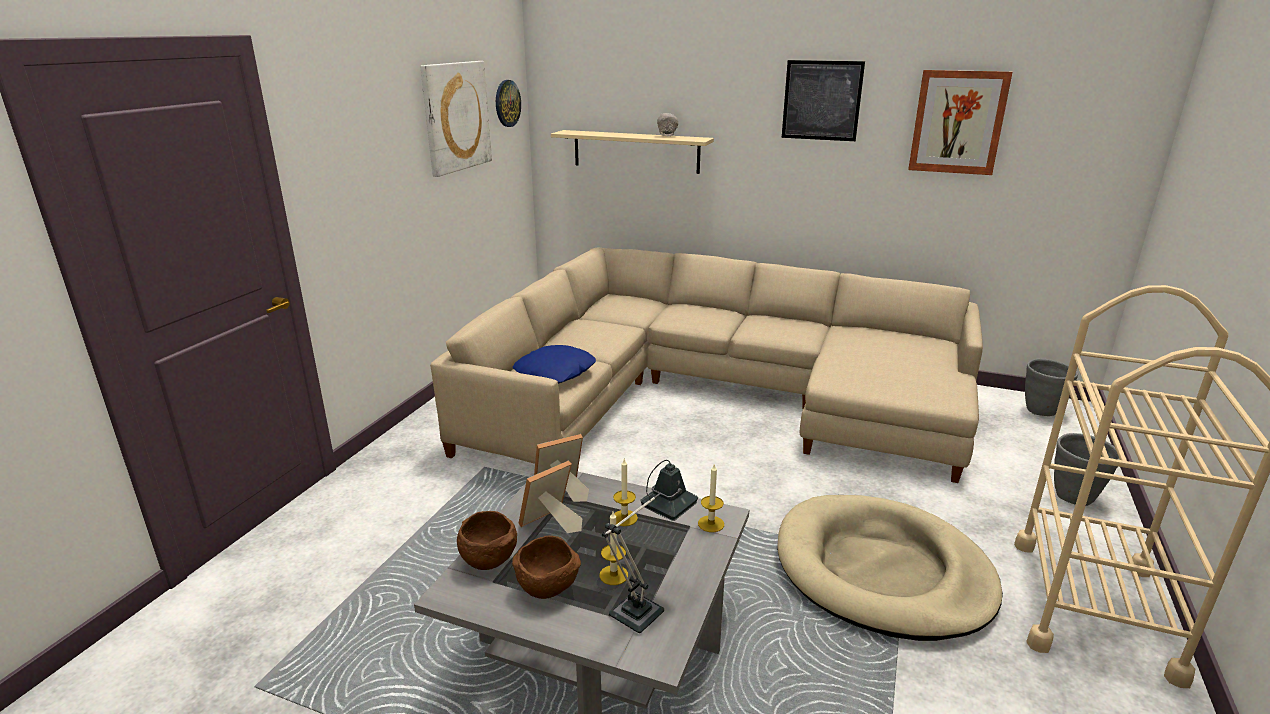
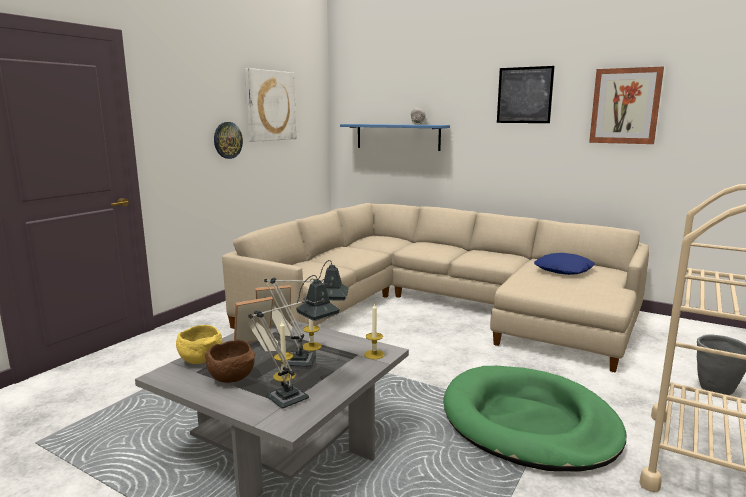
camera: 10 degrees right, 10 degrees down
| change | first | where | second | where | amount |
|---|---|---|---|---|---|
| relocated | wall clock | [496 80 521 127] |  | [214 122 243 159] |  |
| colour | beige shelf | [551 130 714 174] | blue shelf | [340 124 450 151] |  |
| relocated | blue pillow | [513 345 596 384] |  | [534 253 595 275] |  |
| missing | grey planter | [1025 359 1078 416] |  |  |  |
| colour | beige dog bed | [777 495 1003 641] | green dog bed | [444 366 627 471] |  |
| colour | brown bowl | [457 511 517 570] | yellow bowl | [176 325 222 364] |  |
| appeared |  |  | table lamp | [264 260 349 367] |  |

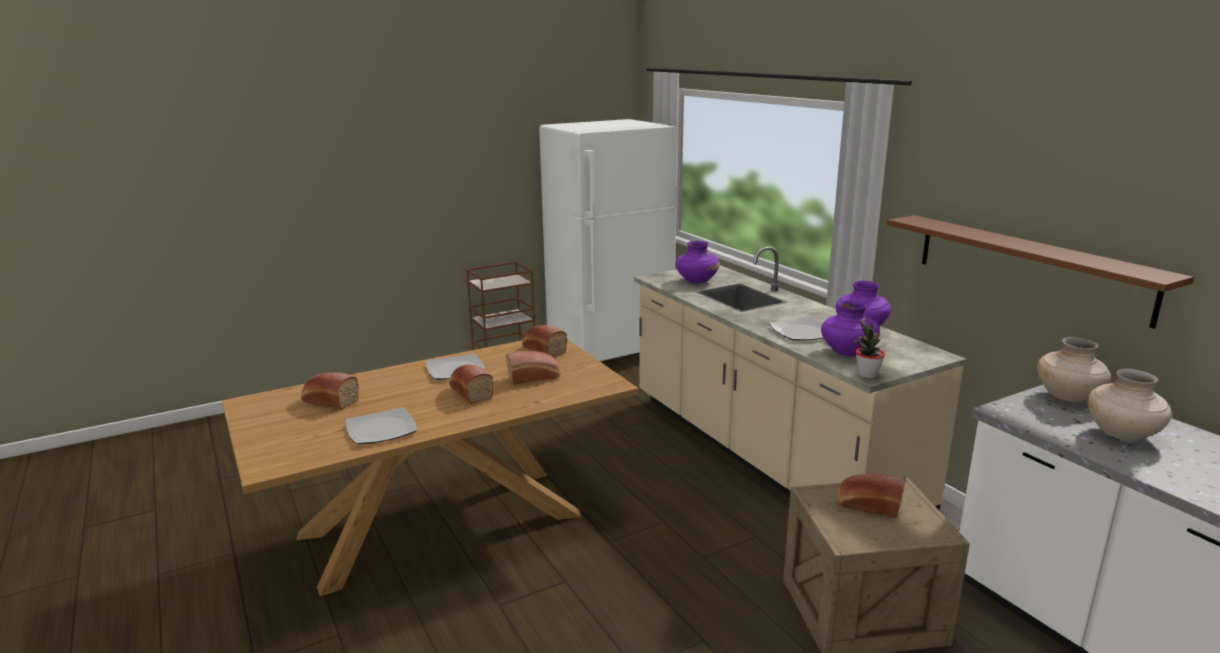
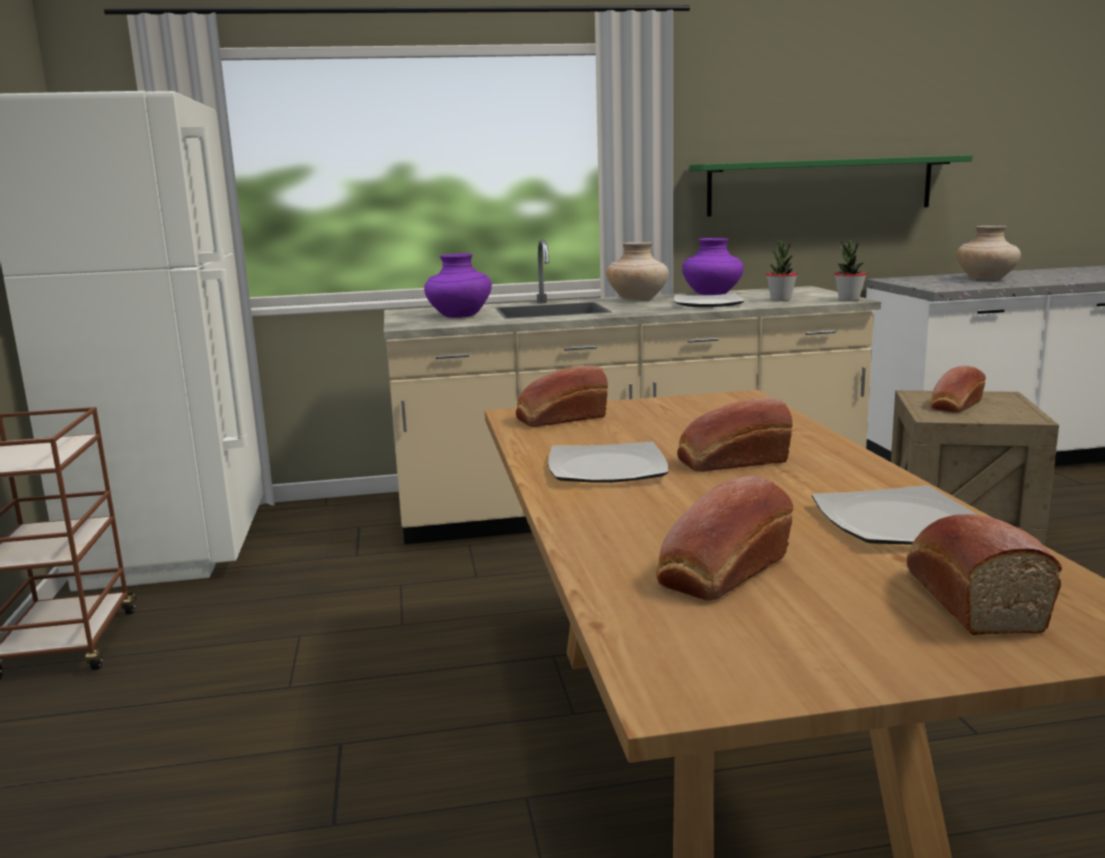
camera: 70 degrees left, 5 degrees down
| change | first | where | second | where | amount |
|---|---|---|---|---|---|
| colour | brown shelf | [887 215 1194 329] | green shelf | [689 155 973 217] |  |
| exchanged | purple vase | [821 300 880 356] | potted plant | [766 241 797 301] |  |
| relocated | beige vase | [1037 337 1111 402] |  | [606 242 669 300] |  |
| relocated | bread | [506 351 560 385] |  | [907 514 1062 635] |  |

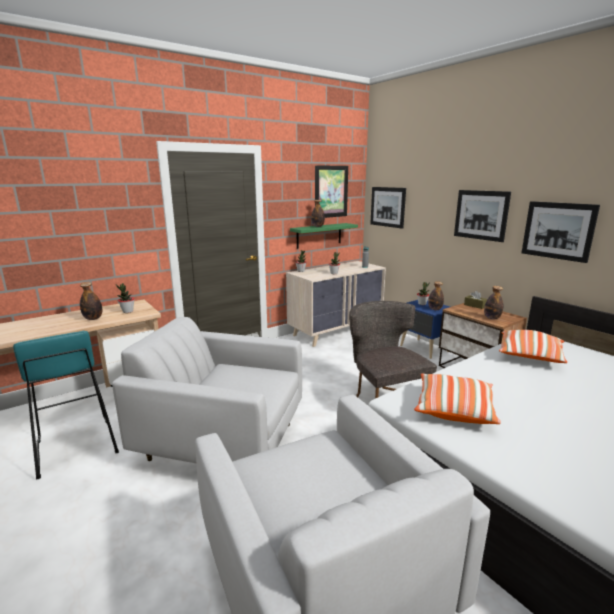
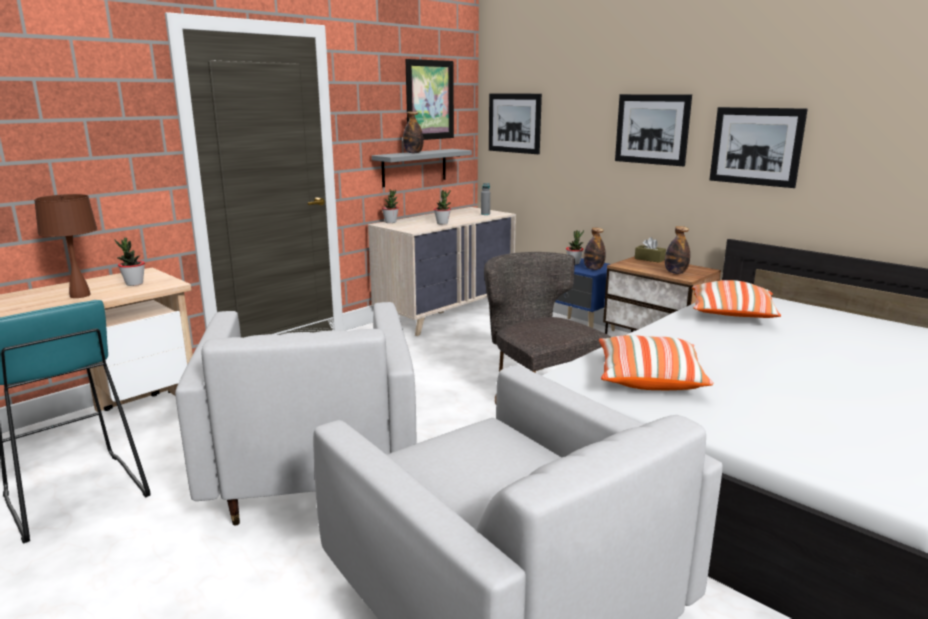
camera: 10 degrees left, 0 degrees up
| change | first | where | second | where | amount |
|---|---|---|---|---|---|
| colour | green shelf | [290 223 358 249] | grey shelf | [372 149 472 187] |  |
| exchanged | bottle | [80 282 102 320] | brown table lamp | [34 194 97 298] |  |
| spun | white armchair | [112 317 302 464] |  | [175 302 417 526] | 105 degrees counterclockwise |

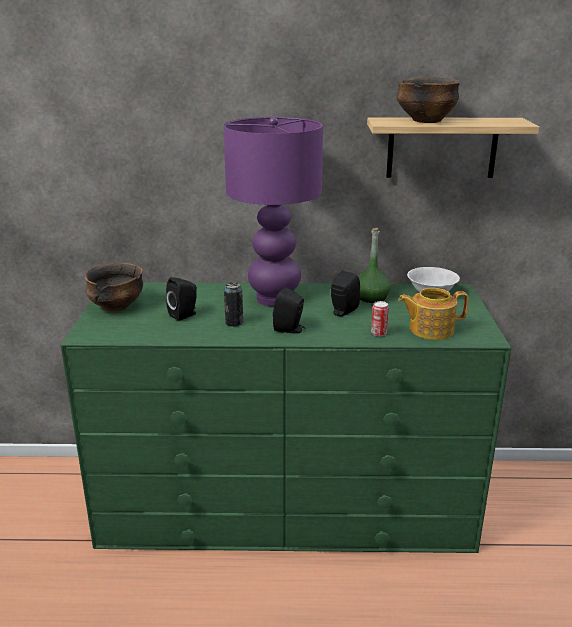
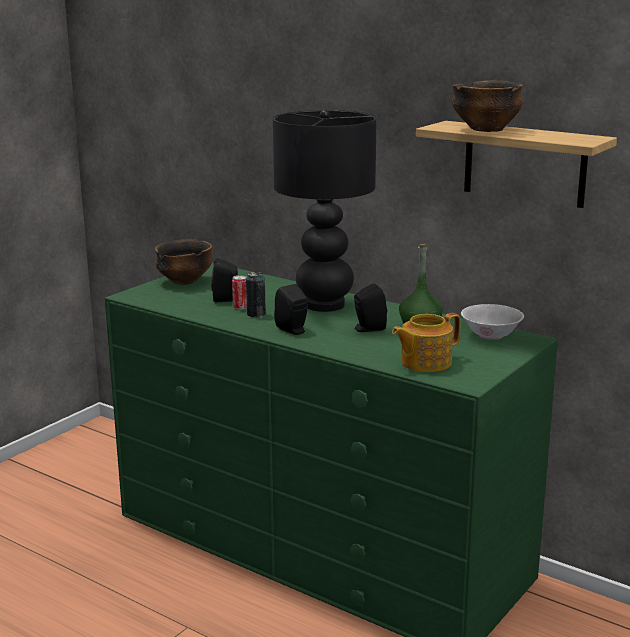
camera: 35 degrees right, 5 degrees down
| change | first | where | second | where | amount |
|---|---|---|---|---|---|
| colour | purple table lamp | [223 117 323 306] | black table lamp | [273 110 377 312] |  |
| spun | teapot | [398 288 468 340] |  | [392 313 461 372] | 60 degrees counterclockwise |
| relocated | can | [371 301 389 336] |  | [232 275 247 310] |  |

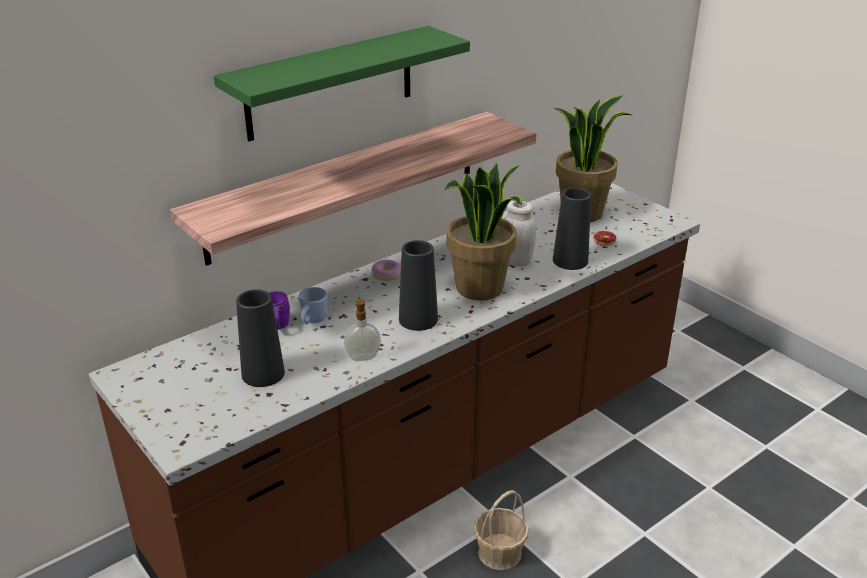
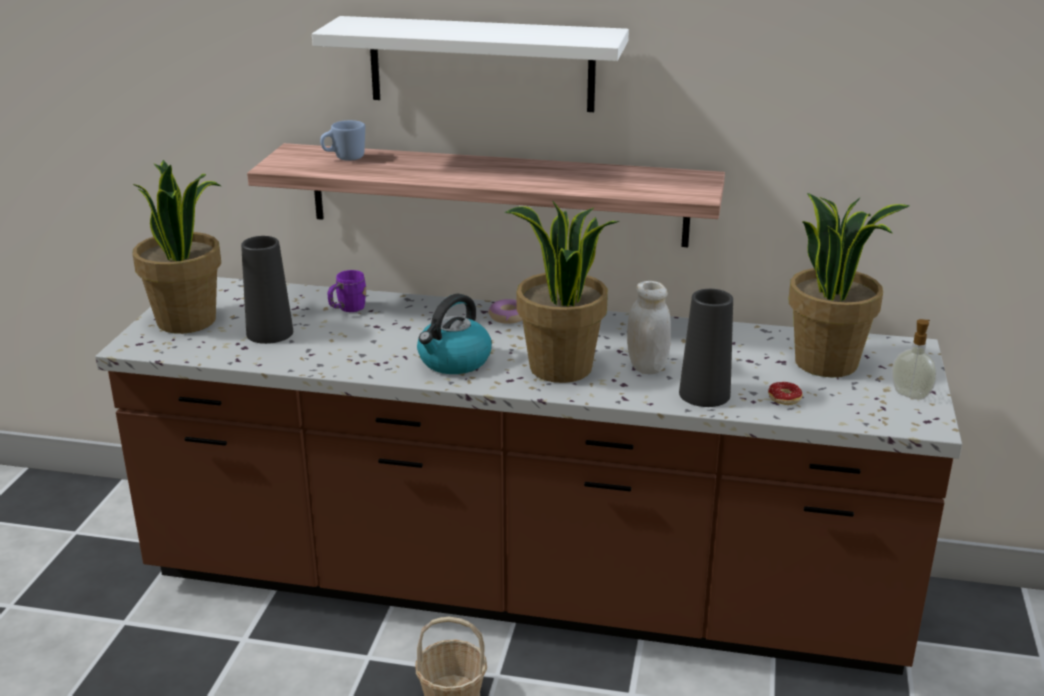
camera: 50 degrees right, 5 degrees down
| change | first | where | second | where | amount |
|---|---|---|---|---|---|
| colour | green shelf | [214 26 470 141] | white shelf | [312 16 629 112] |  |
| exchanged | black vase | [399 240 438 331] | kettle | [417 294 492 374] |  |
| relocated | blue mug | [298 287 327 323] |  | [320 120 365 161] |  |
| relocated | soap dispenser | [344 297 381 361] |  | [892 319 937 400] |  |
| appeared |  |  | potted plant | [132 160 221 334] |  |

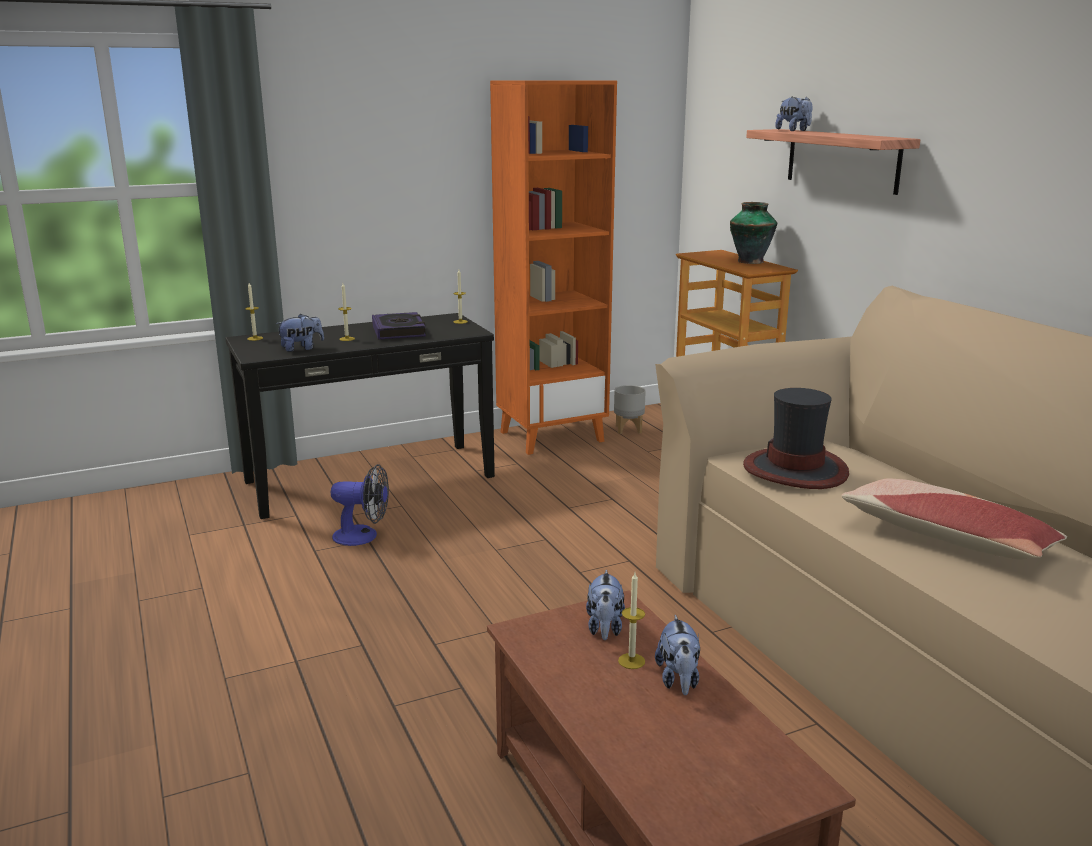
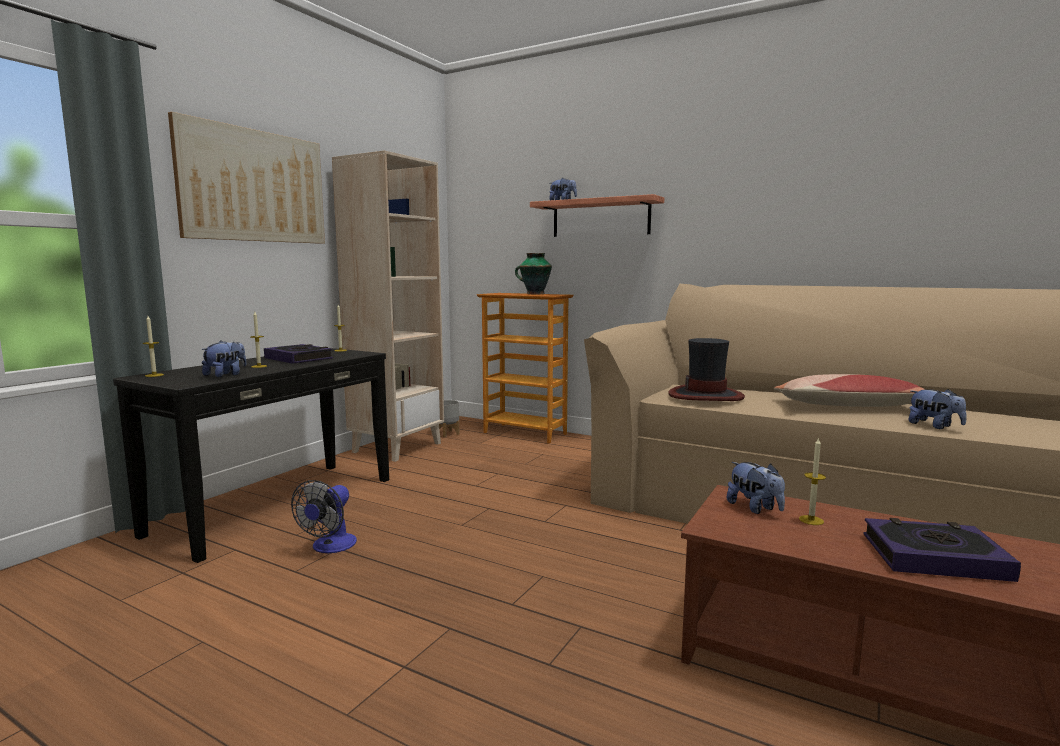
camera: 35 degrees left, 10 degrees down
| change | first | where | second | where | amount |
|---|---|---|---|---|---|
| colour | orange bookcase | [490 80 617 455] | beige bookcase | [332 150 444 462] |  |
| spun | fan | [330 464 389 546] |  | [291 480 357 553] | 135 degrees clockwise |
| relocated | plush toy | [655 615 700 695] |  | [908 389 967 429] |  |
| appeared |  |  | picture | [168 112 325 244] |  |
| appeared |  |  | book | [863 518 1021 582] |  |

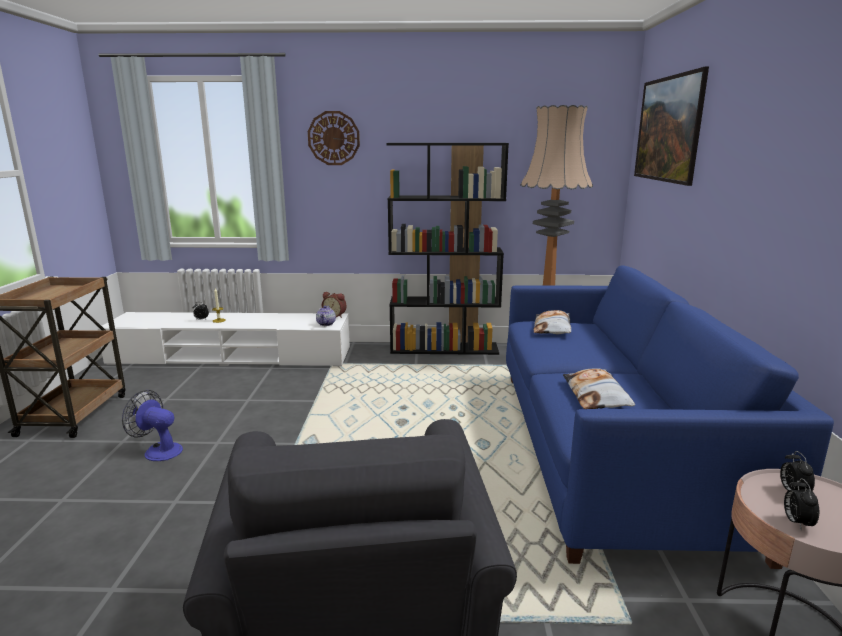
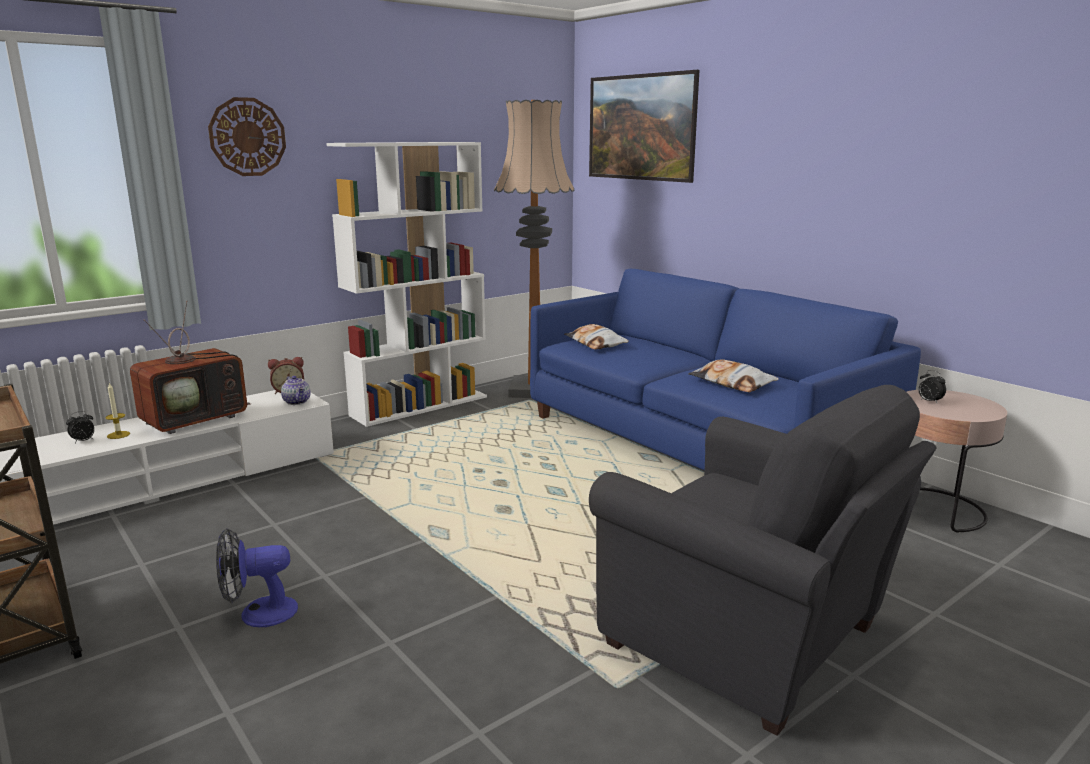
camera: 40 degrees left, 0 degrees up
| change | first | where | second | where | amount |
|---|---|---|---|---|---|
| colour | black bookcase | [387 143 509 355] | white bookcase | [326 142 487 427] |  |
| missing | alarm clock | [784 478 819 530] |  |  |  |
| appeared |  |  | television | [130 300 251 434] |  |

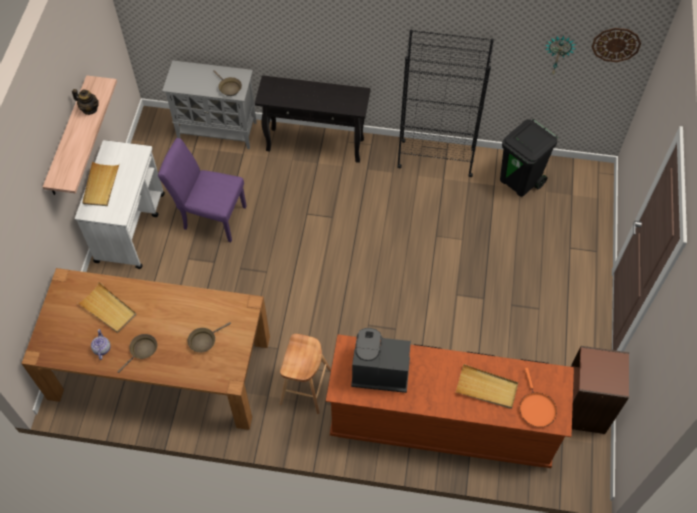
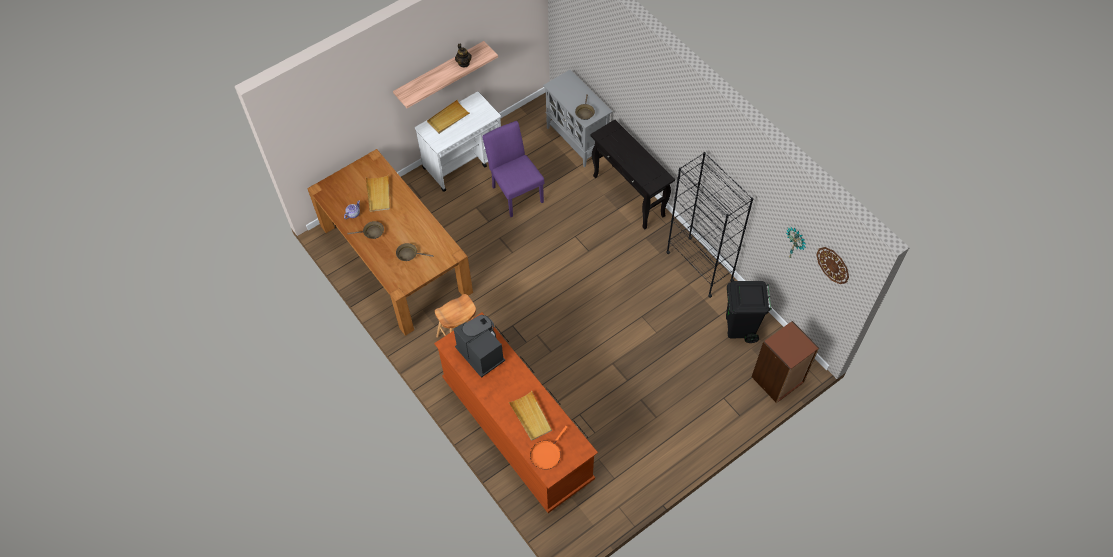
camera: 45 degrees right, 0 degrees up
| change | first | where | second | where | amount |
|---|---|---|---|---|---|
| relocated | brown bookcase | [571 346 629 434] |  | [752 321 819 403] |  |

